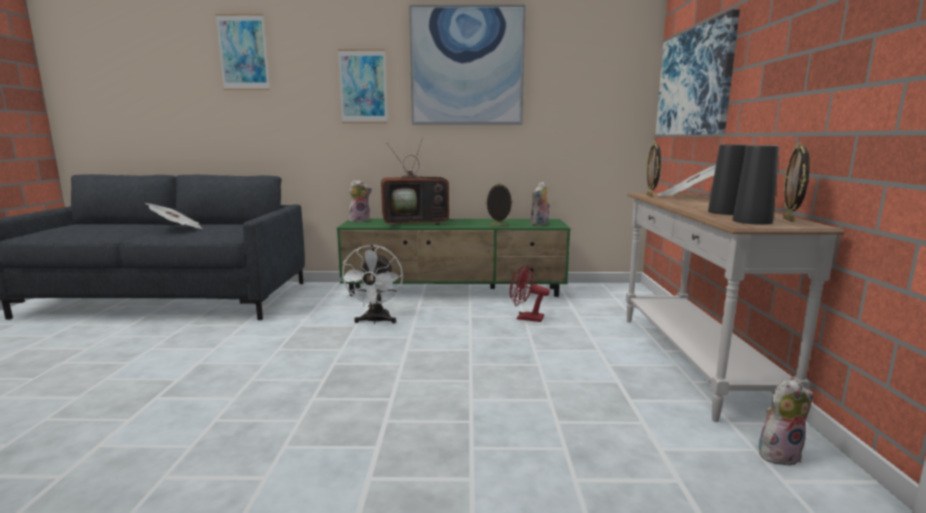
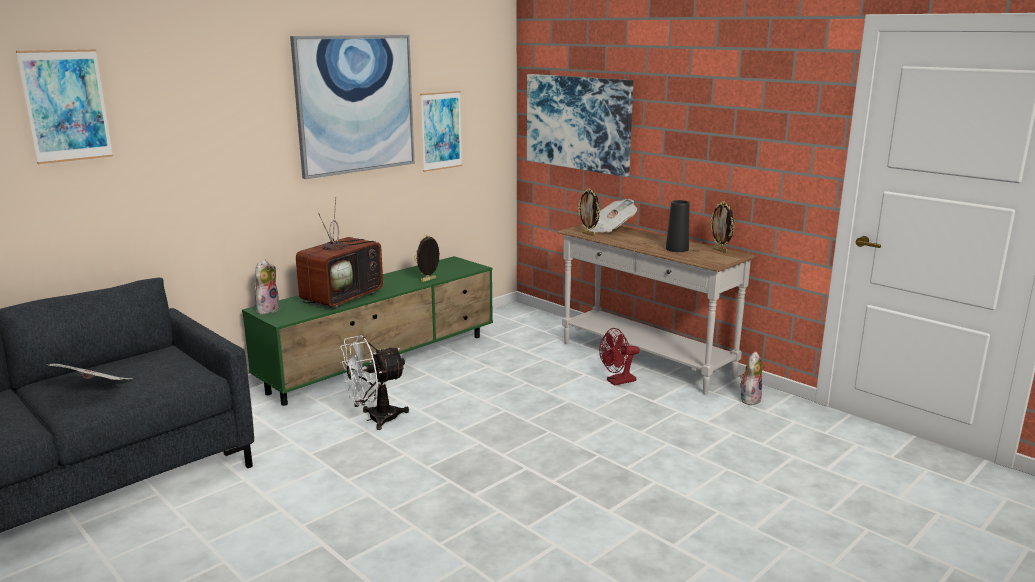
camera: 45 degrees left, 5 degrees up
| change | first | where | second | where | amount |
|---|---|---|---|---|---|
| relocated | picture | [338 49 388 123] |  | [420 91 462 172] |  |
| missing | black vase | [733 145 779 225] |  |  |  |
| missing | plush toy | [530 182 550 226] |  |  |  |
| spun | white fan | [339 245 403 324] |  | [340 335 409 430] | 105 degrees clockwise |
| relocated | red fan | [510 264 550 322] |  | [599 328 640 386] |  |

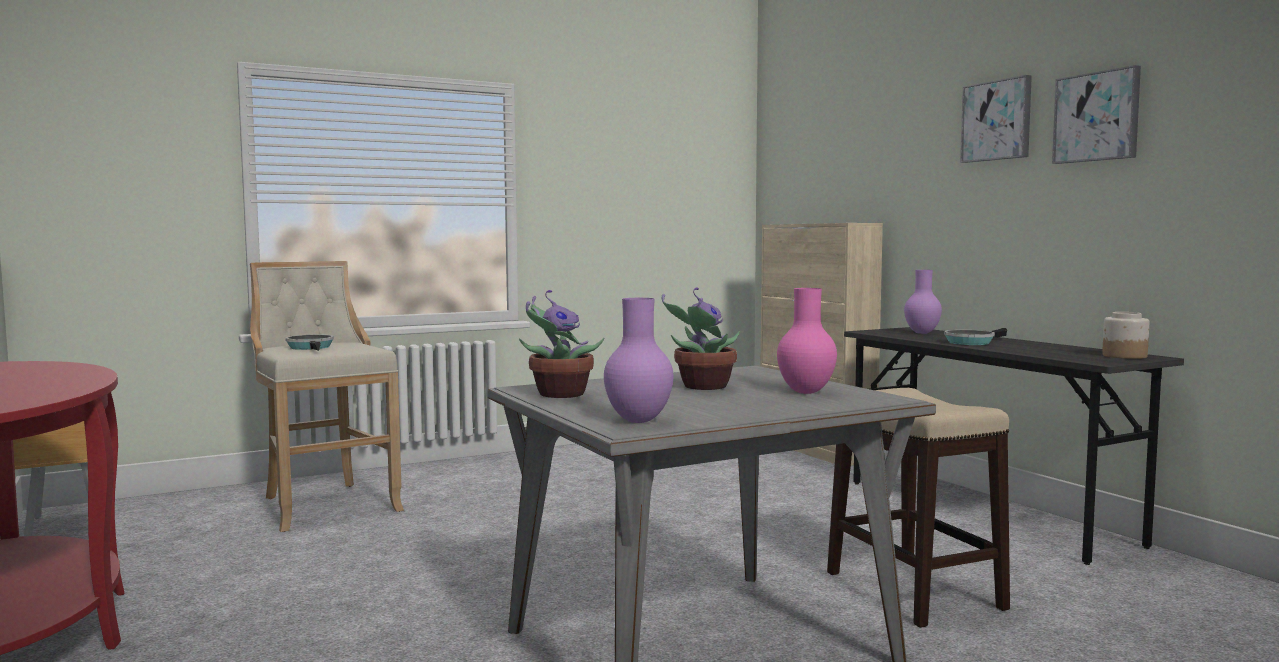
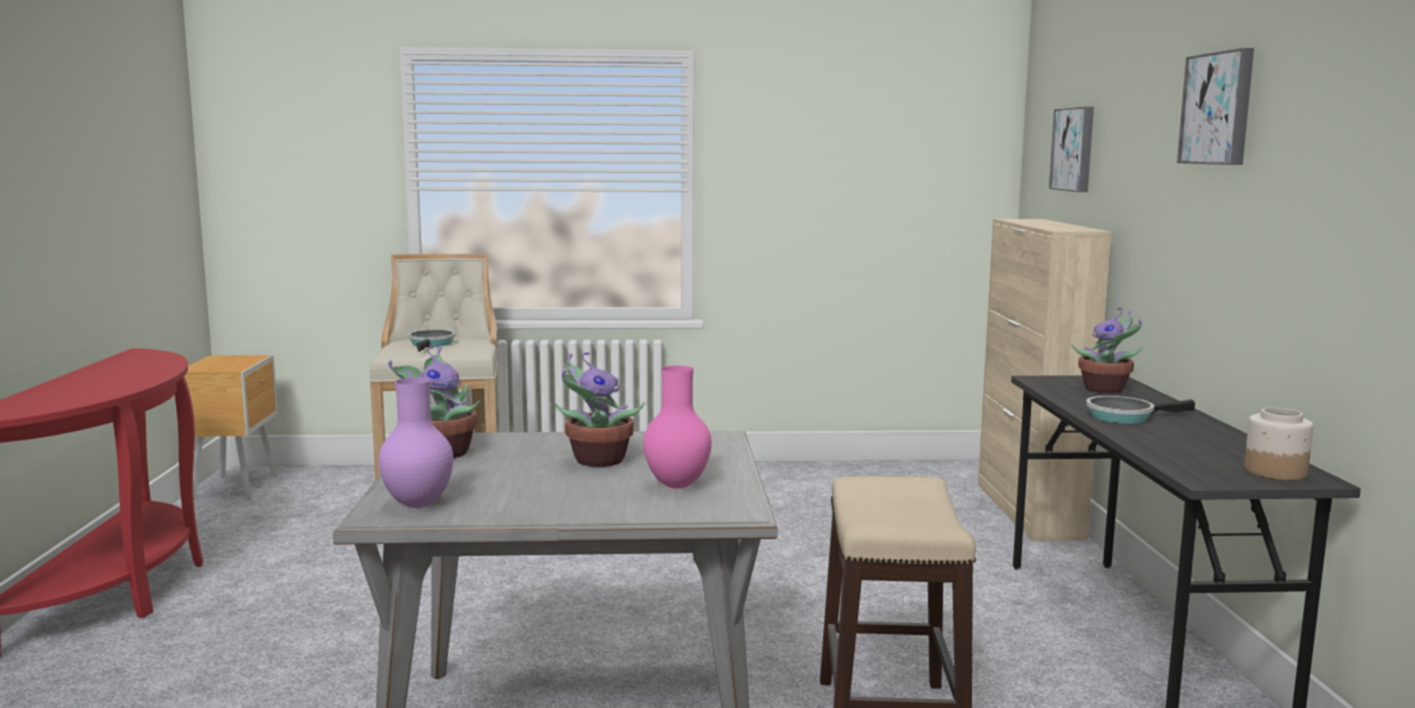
camera: 25 degrees right, 5 degrees up
| change | first | where | second | where | amount |
|---|---|---|---|---|---|
| relocated | picture | [1052 65 1141 164] |  | [1049 107 1094 192] |  |
| exchanged | purple vase | [904 270 942 334] | potted plant | [1071 308 1143 393] |  |

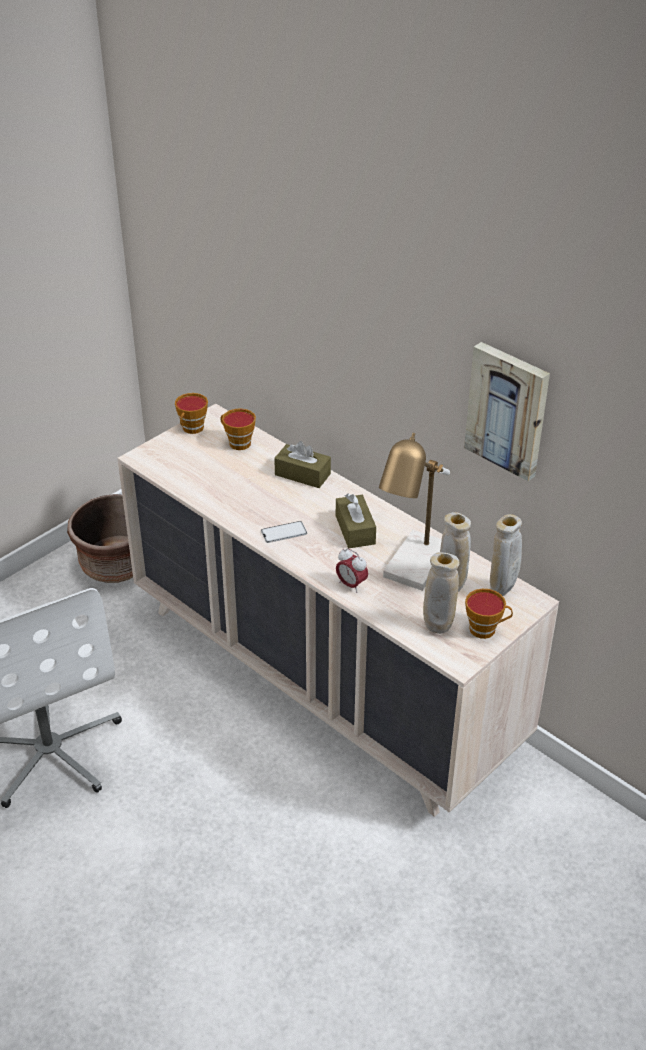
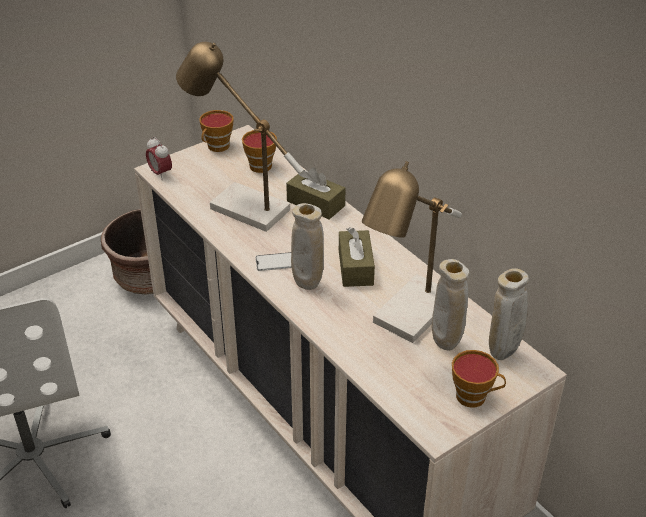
camera: 10 degrees right, 0 degrees up
| change | first | where | second | where | amount |
|---|---|---|---|---|---|
| missing | picture | [464 342 550 481] |  |  |  |
| relocated | alarm clock | [336 548 368 593] |  | [146 137 172 180] |  |
| relocated | beige vase | [423 552 460 634] |  | [291 203 324 290] |  |
| appeared |  |  | table lamp | [176 42 303 232] |  |

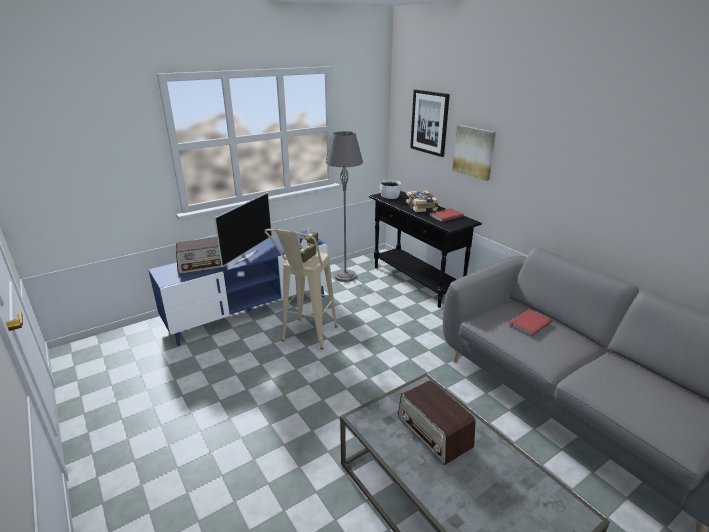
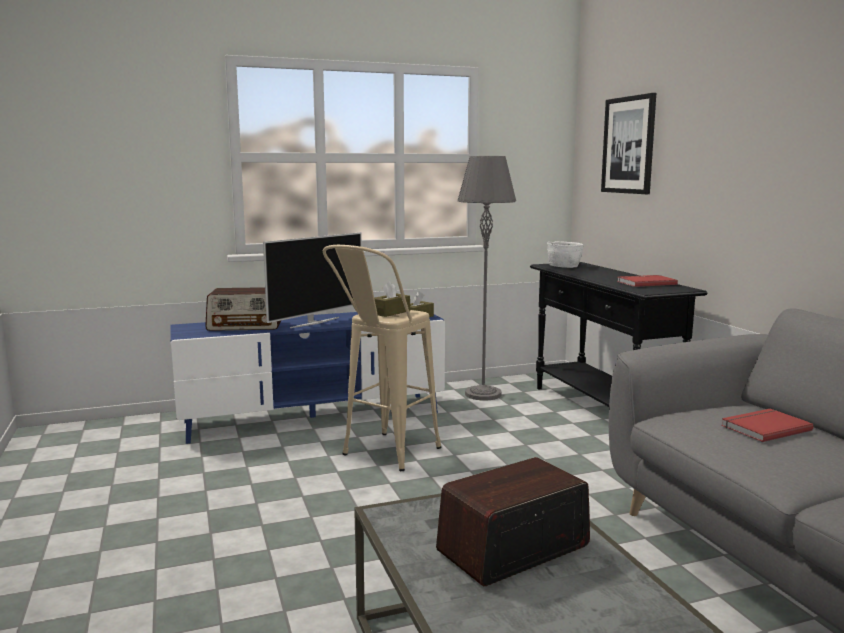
camera: 15 degrees right, 15 degrees down
| change | first | where | second | where | amount |
|---|---|---|---|---|---|
| missing | picture | [452 125 496 181] |  |  |  |
| missing | book | [406 190 439 212] |  |  |  |
| spun | radio | [398 380 476 465] |  | [436 457 590 586] | 75 degrees clockwise |

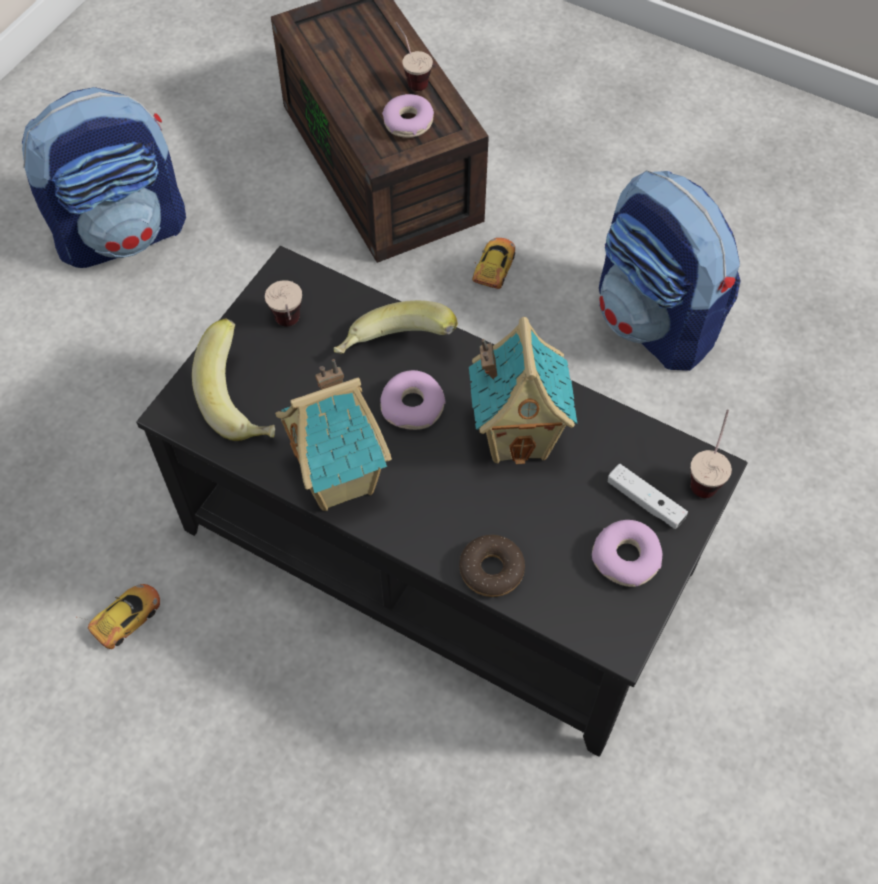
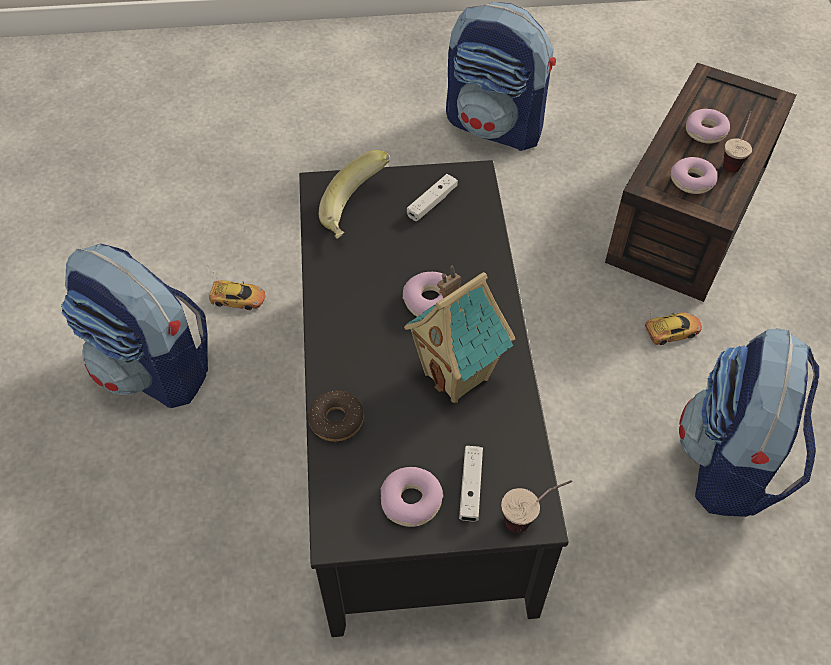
camera: 55 degrees right, 5 degrees down
| change | first | where | second | where | amount |
|---|---|---|---|---|---|
| exchanged | cup | [265 281 302 326] | white game controller | [407 174 458 221] |  |
| missing | banana | [333 300 458 354] |  |  |  |
| missing | toy house | [275 359 392 511] |  |  |  |
| appeared |  |  | donut | [686 109 730 144] |  |
| appeared |  |  | backpack | [61 243 208 408] |  |

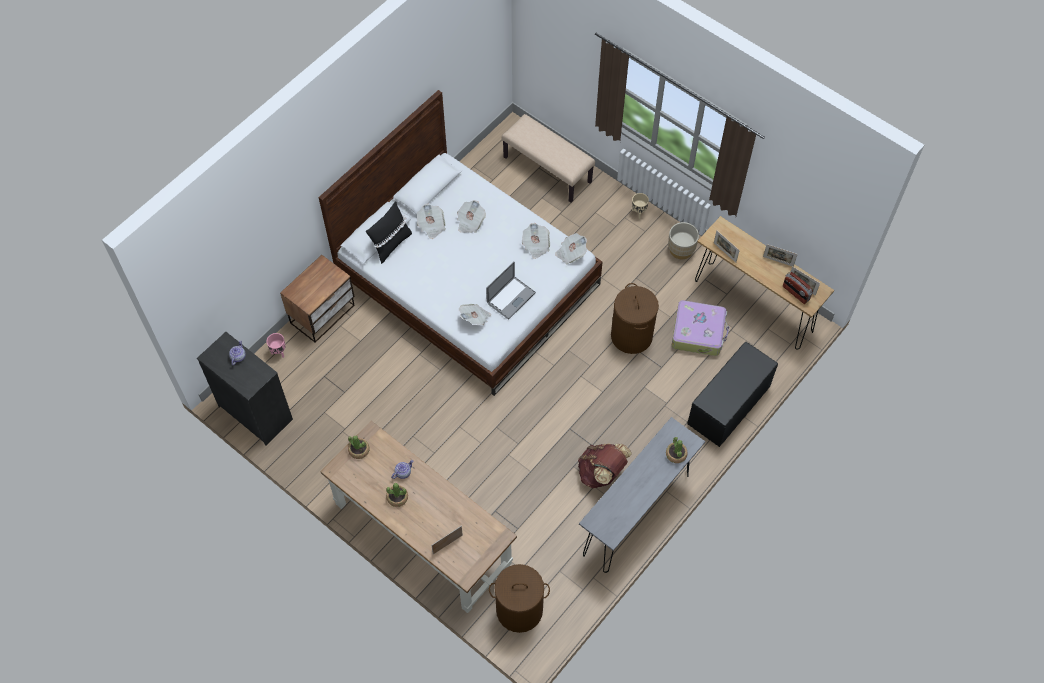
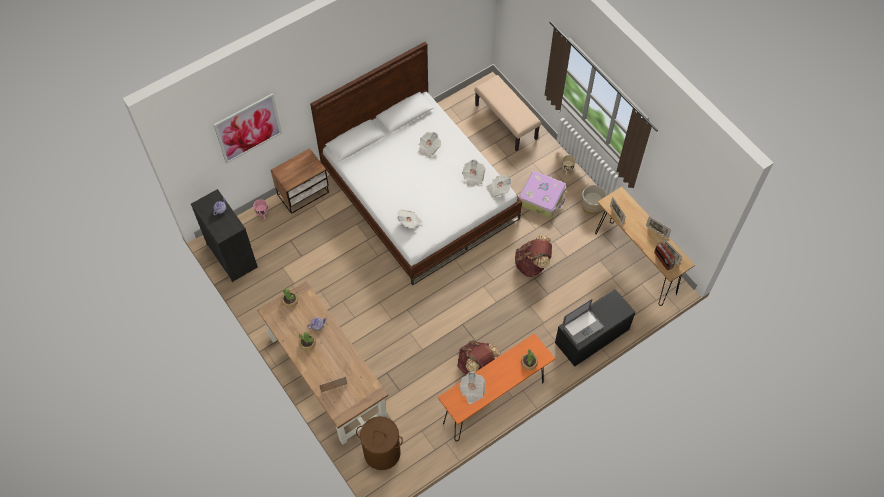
camera: 15 degrees right, 0 degrees up
| change | first | where | second | where | amount |
|---|---|---|---|---|---|
| missing | black pillow | [366 201 412 264] |  |  |  |
| relocated | newspaper | [417 204 446 239] |  | [459 372 486 404] |  |
| relocated | laptop | [486 262 536 319] |  | [562 299 604 344] |  |
| exchanged | brown laundry basket | [611 283 659 354] | brown backpack | [515 236 552 277] |  |
| relocated | suitcase | [672 300 730 356] |  | [519 171 566 218] |  |
| colour | grey console table | [579 417 705 573] | orange console table | [438 333 555 441] |  |
| appeared |  |  | picture | [214 93 282 164] |  |

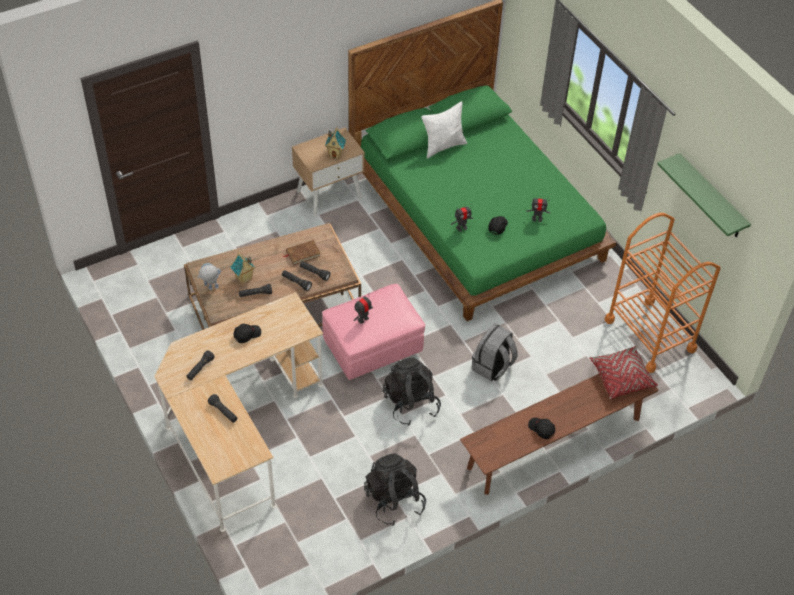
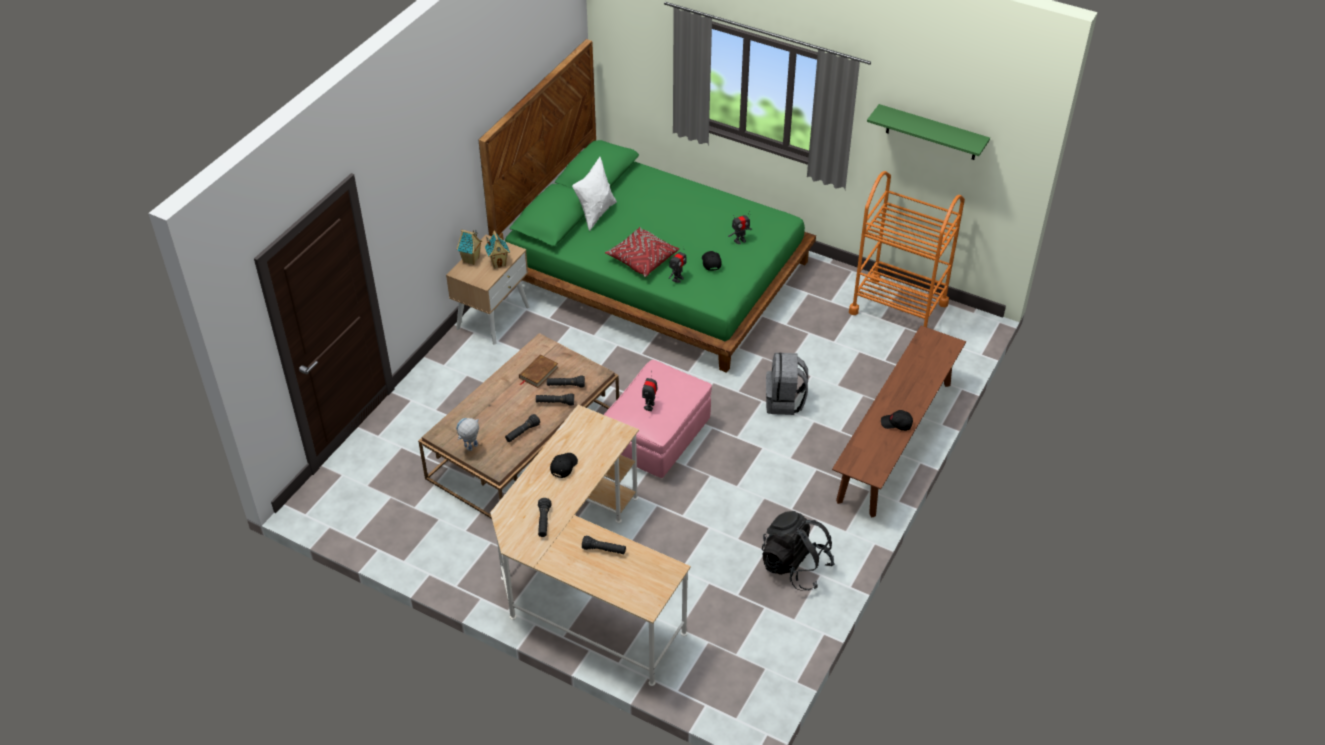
camera: 30 degrees left, 5 degrees down
| change | first | where | second | where | amount |
|---|---|---|---|---|---|
| relocated | toy house | [230 252 255 284] |  | [457 229 482 265] |  |
| relocated | red pillow | [589 346 658 400] |  | [605 227 679 277] |  |
| missing | black backpack | [383 357 441 426] |  |  |  |

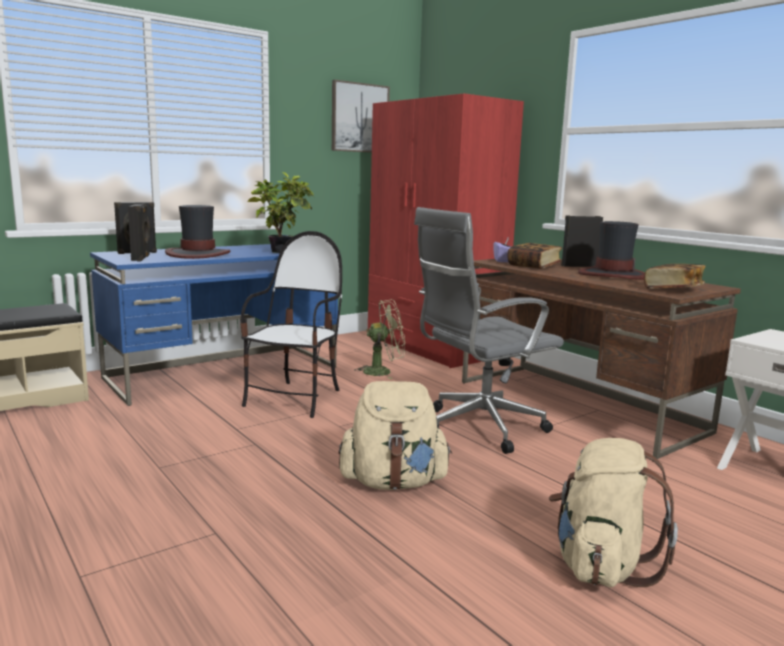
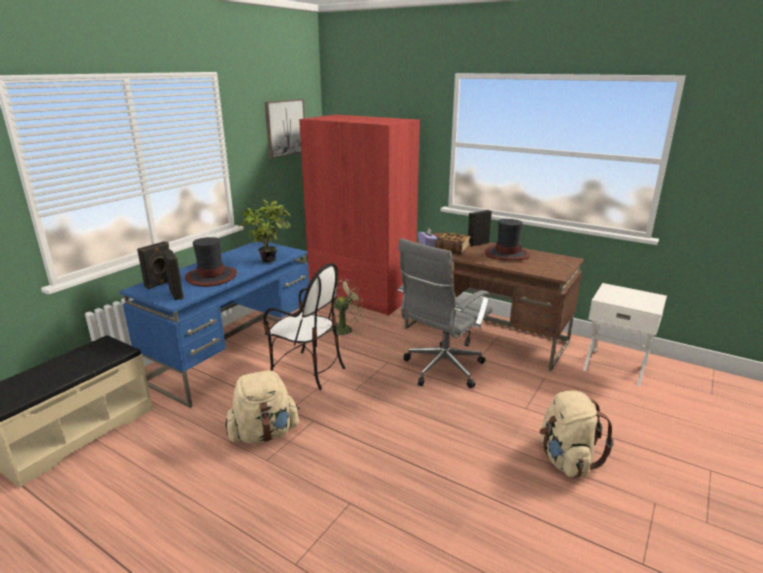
camera: 20 degrees left, 10 degrees up
| change | first | where | second | where | amount |
|---|---|---|---|---|---|
| spun | chair | [240 231 342 418] |  | [263 263 345 390] | 120 degrees clockwise |
| missing | book | [644 264 706 289] |  |  |  |
| relocated | beige backpack | [339 381 452 490] |  | [225 370 300 444] |  |

